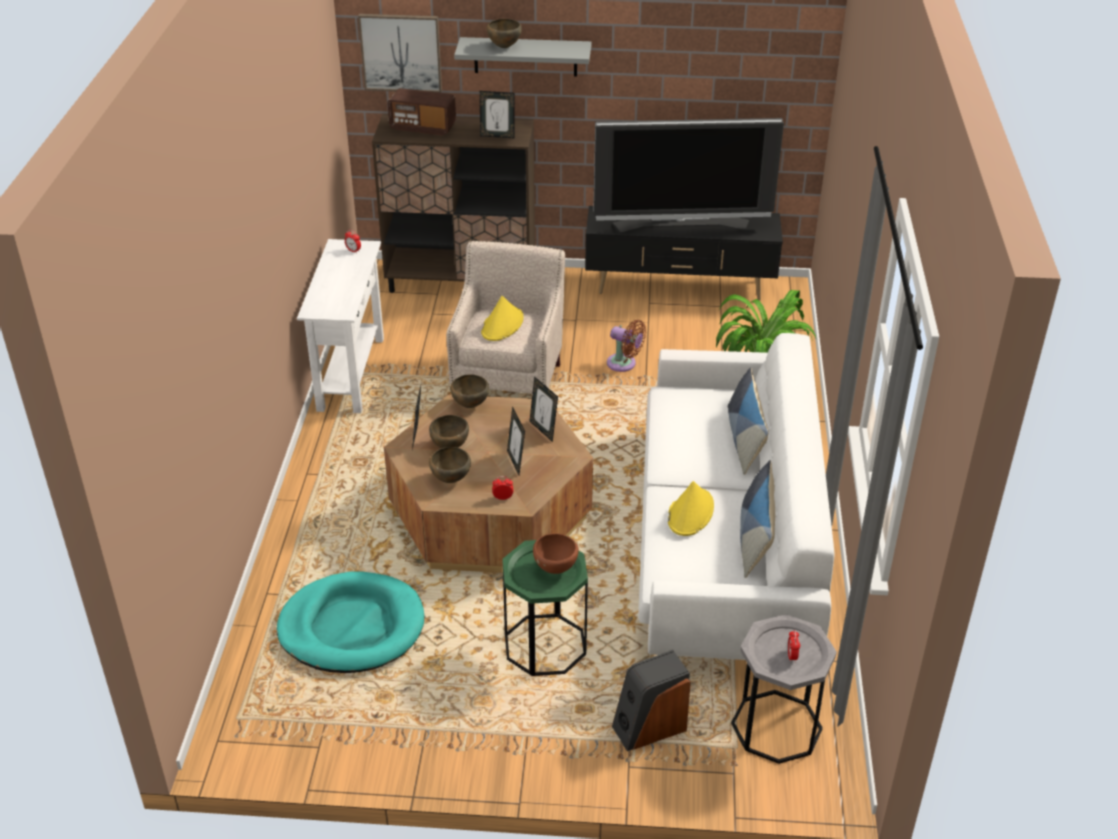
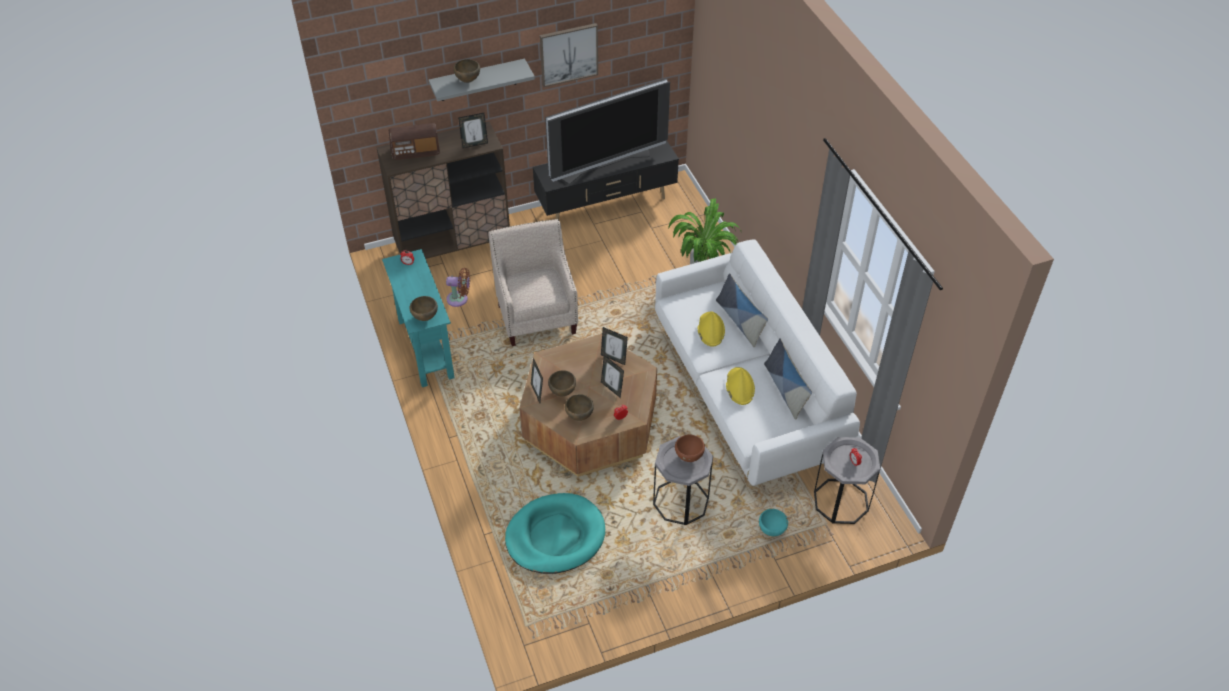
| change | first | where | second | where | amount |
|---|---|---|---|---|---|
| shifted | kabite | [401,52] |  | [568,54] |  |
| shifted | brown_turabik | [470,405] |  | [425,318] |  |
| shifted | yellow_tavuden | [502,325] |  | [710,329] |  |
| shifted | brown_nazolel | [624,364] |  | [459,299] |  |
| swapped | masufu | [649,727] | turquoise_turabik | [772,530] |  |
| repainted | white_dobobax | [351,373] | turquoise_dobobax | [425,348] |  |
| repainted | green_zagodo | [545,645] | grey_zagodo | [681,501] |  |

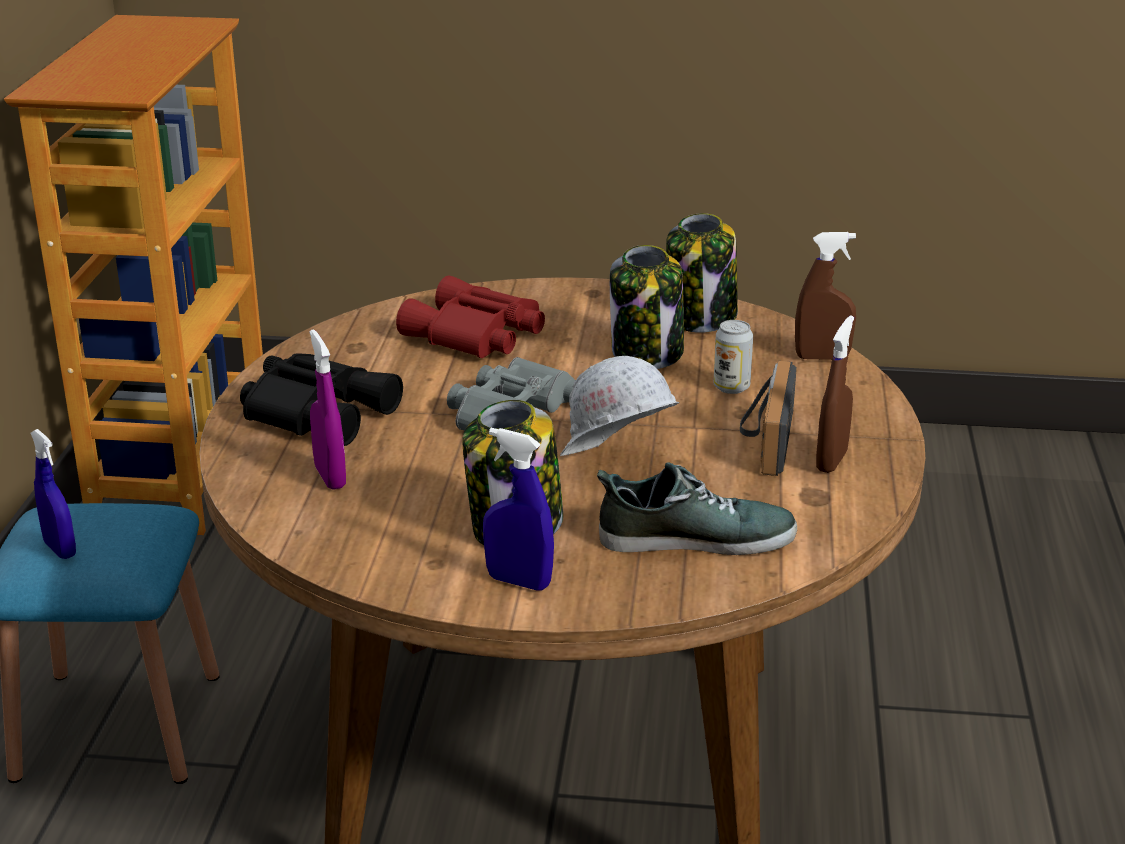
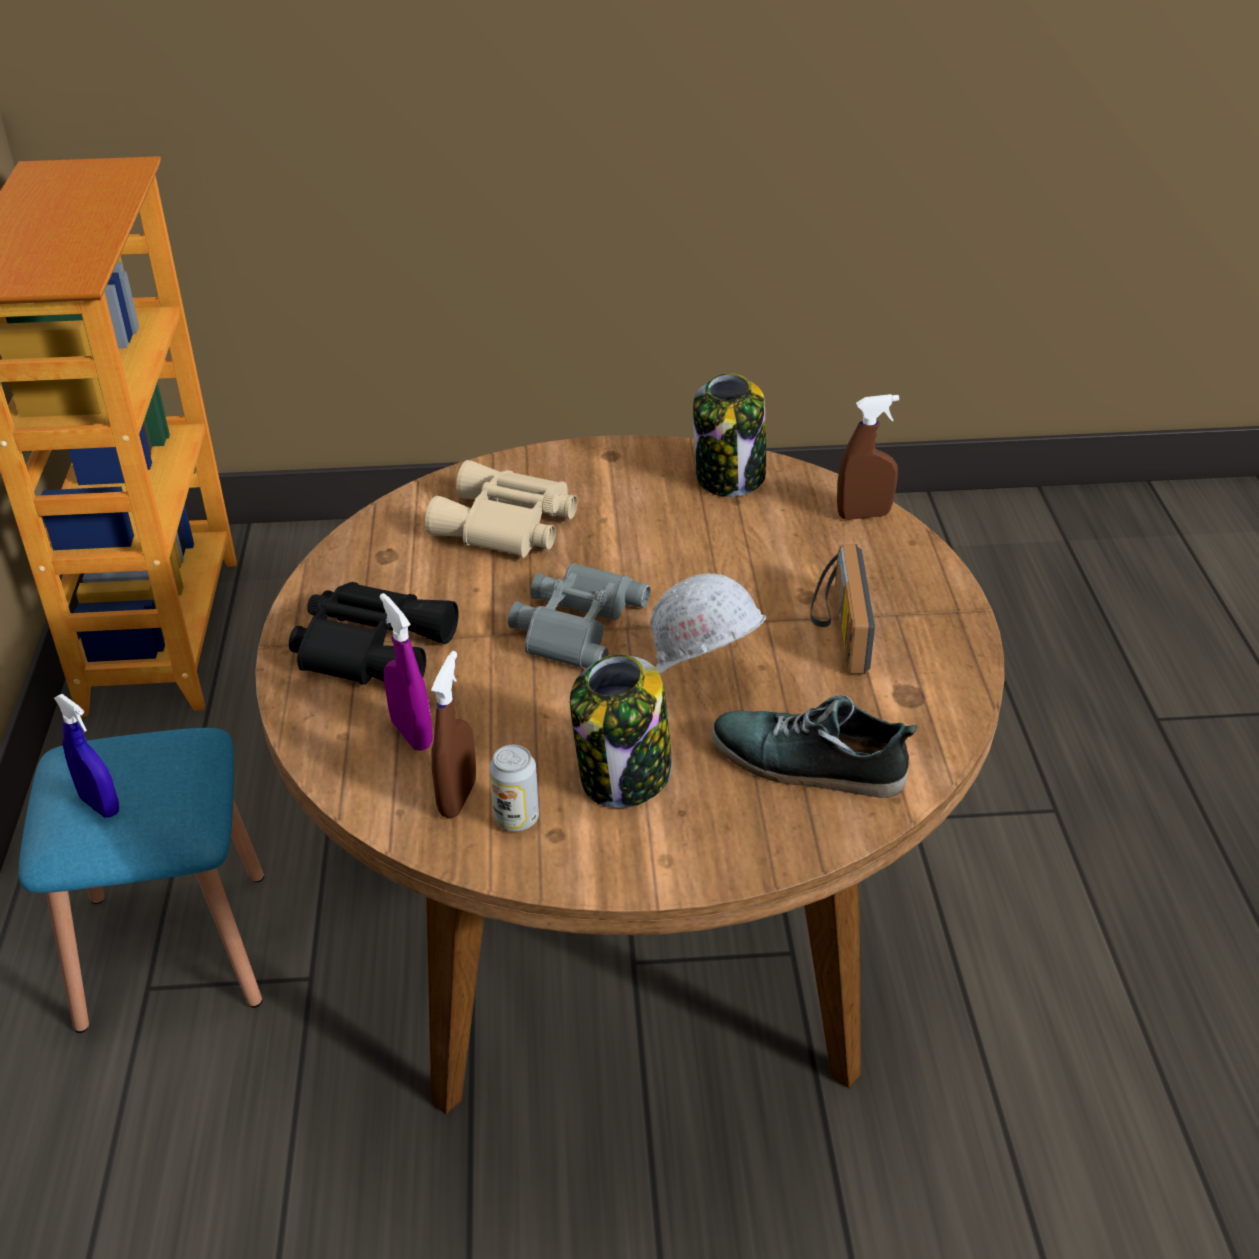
| change | first | where | second | where | amount |
|---|---|---|---|---|---|
| gone | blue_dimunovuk | [518,581] |  |  |  |
| gone | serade | [647,353] |  |  |  |
| shifted | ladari | [731,387] |  | [516,818] |  |
| shifted | brown_dimunovuk | [831,461] |  | [458,798] |  |
| repainted | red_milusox | [474,336] | beige_milusox | [506,526] |  |
| rotated | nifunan | [695,537] |  | [807,764] | 150 degrees counterclockwise |

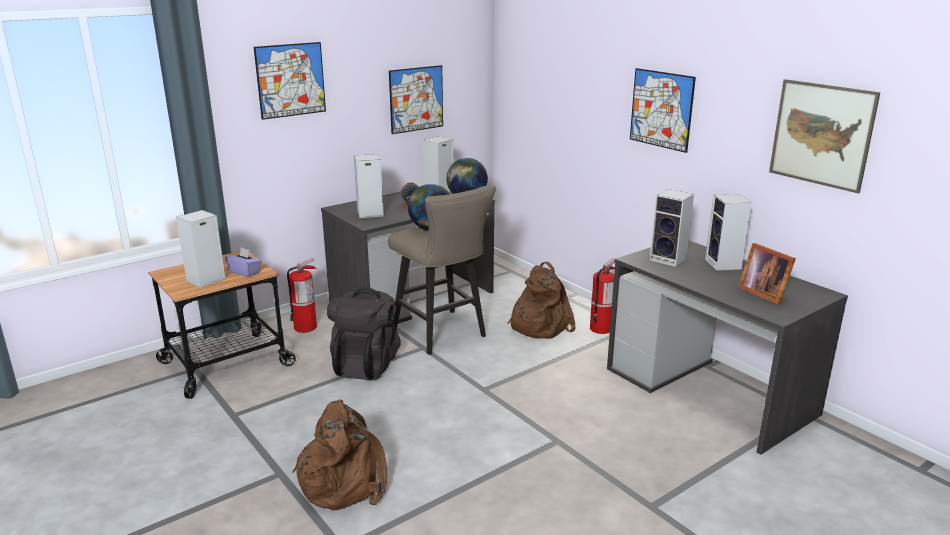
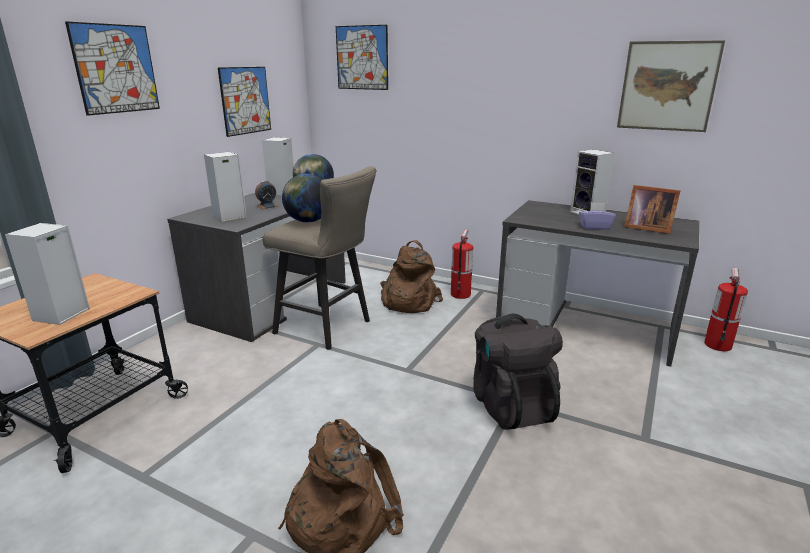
| change | first | where | second | where | amount |
|---|---|---|---|---|---|
| gone | masufu | [669,259] |  |  |  |
| shifted | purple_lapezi | [245,272] |  | [594,227] |  |
| shifted | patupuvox | [305,327] |  | [717,345] |  |
| shifted | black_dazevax | [366,364] |  | [510,405] |  |
| shifted | kabite | [661,109] |  | [362,58] |  |

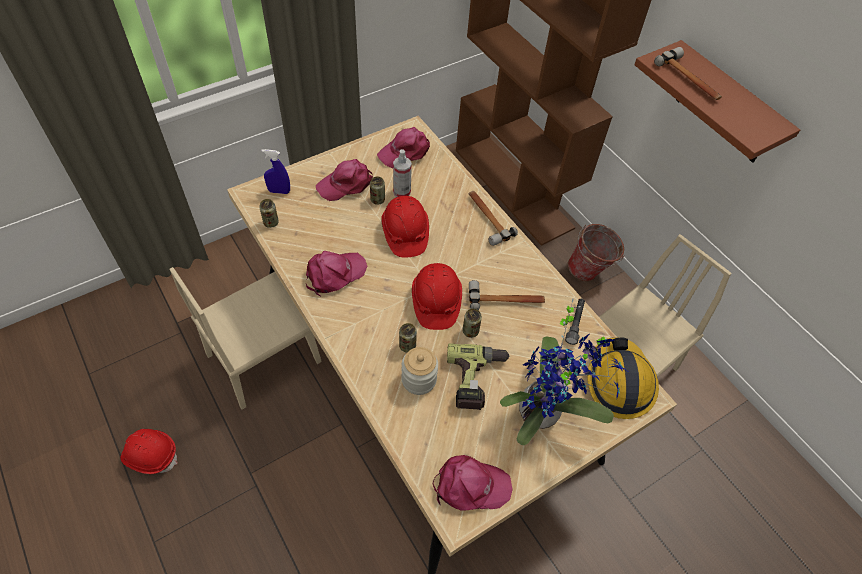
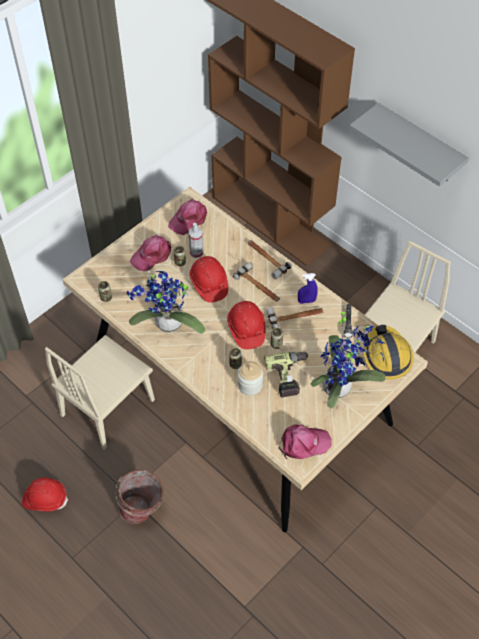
| change | first | where | second | where | amount |
|---|---|---|---|---|---|
| shifted | blue_dimunovuk | [279,191] |  | [306,301] |  |
| shifted | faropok | [589,272] |  | [143,511] |  |
| shifted | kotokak | [690,79] |  | [259,286] |  |
| swapped | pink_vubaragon | [334,274] | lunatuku | [167,325] |  |
| repainted | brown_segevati | [725,106] | grey_segevati | [419,145] |  |

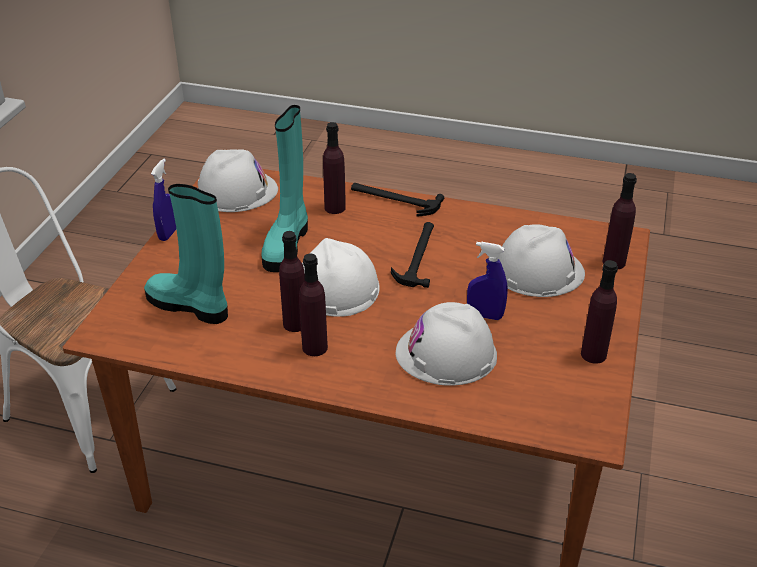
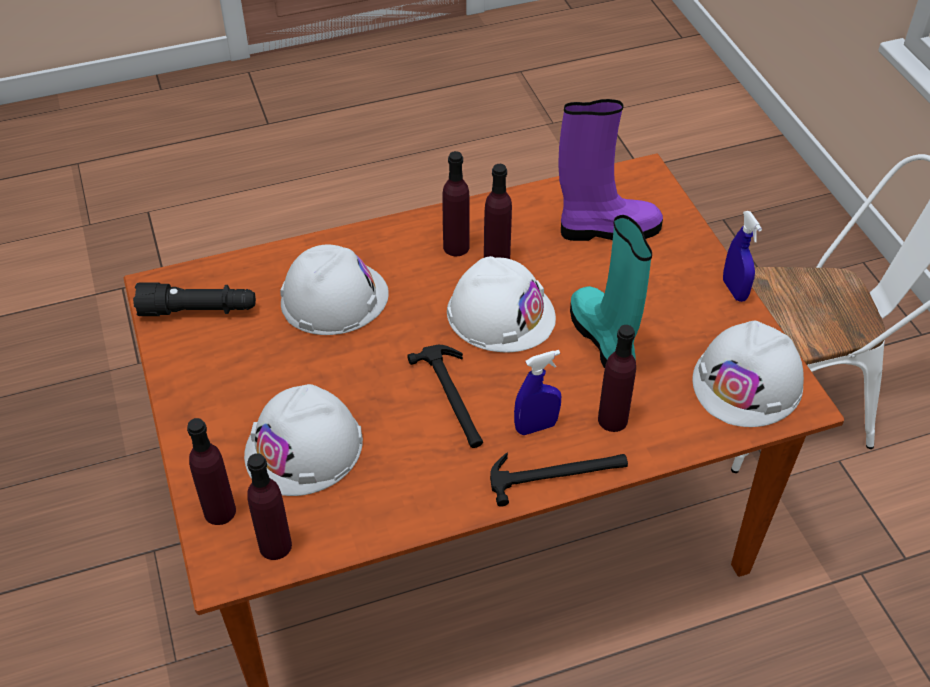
| change | first | where | second | where | amount |
|---|---|---|---|---|---|
| new |  |  | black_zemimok | [199,310] |  |
| shifted | blue_dimunovuk | [485,315] |  | [536,427] |  |
| shifted | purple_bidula | [593,354] |  | [275,545] |  |
| repainted | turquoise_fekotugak | [190,306] | purple_fekotugak | [606,230] |  |

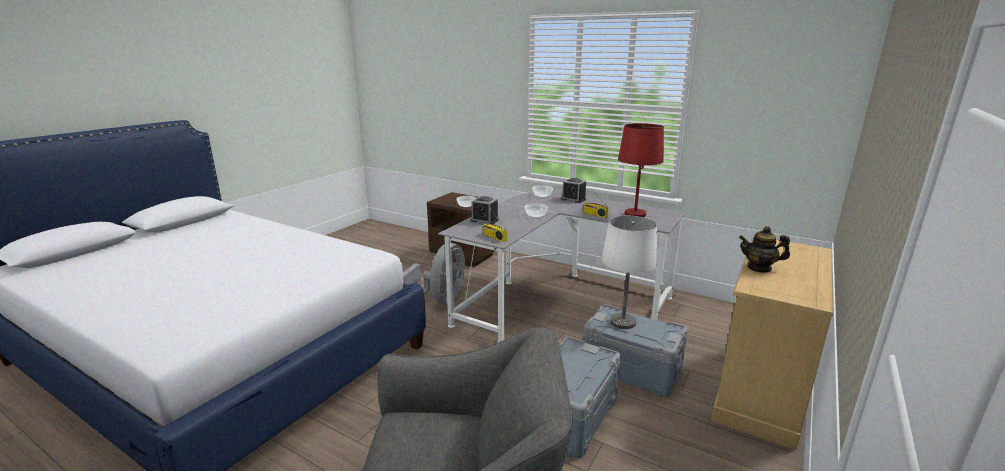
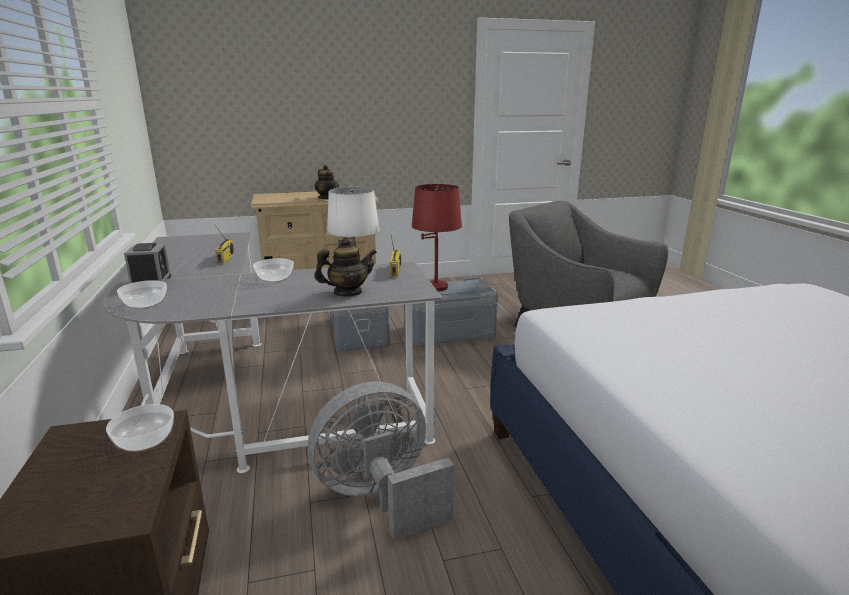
| change | first | where | second | where | amount |
|---|---|---|---|---|---|
| shifted | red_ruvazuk | [635,214] |  | [436,287] |  |
| swapped | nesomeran | [484,220] | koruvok | [347,293] |  |

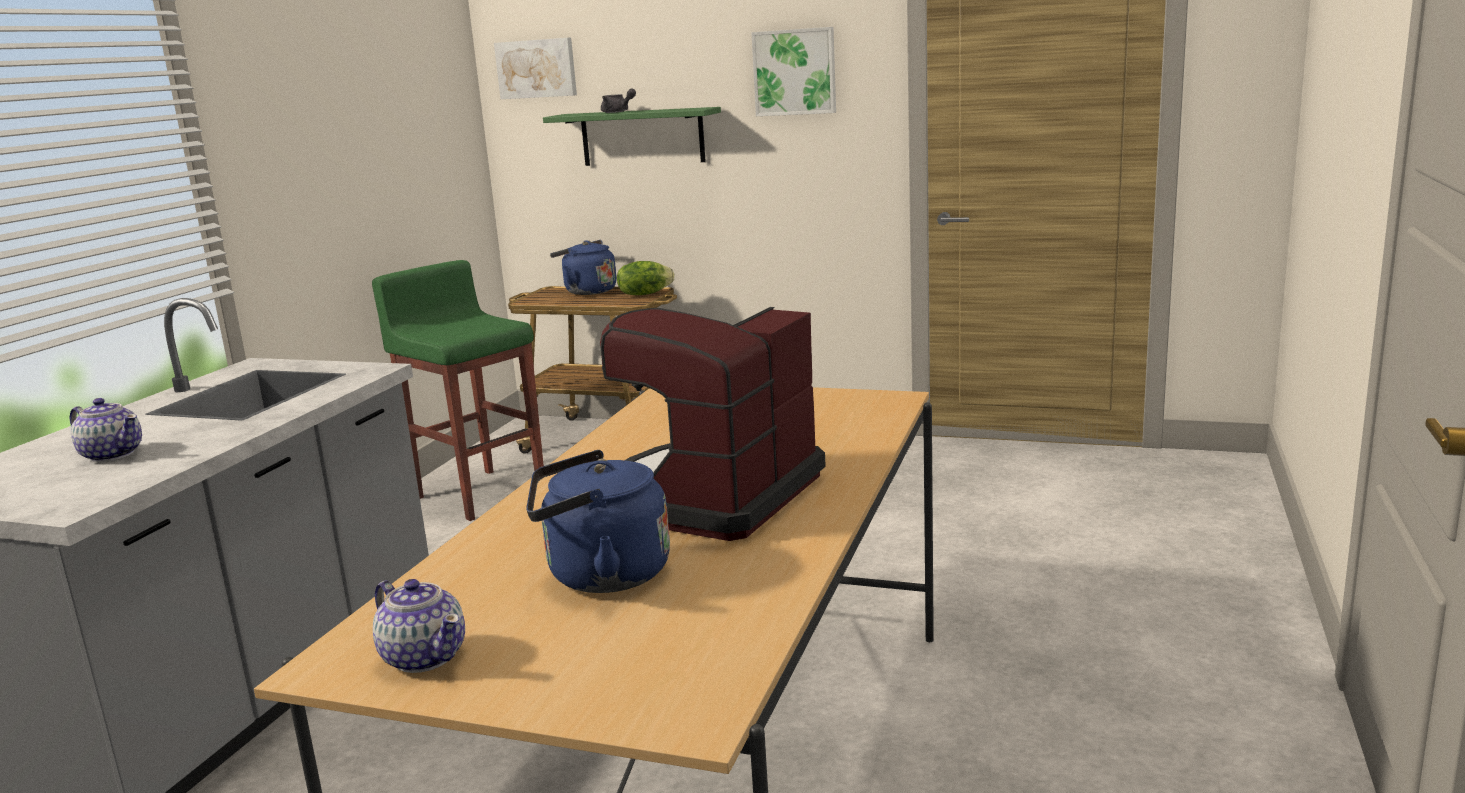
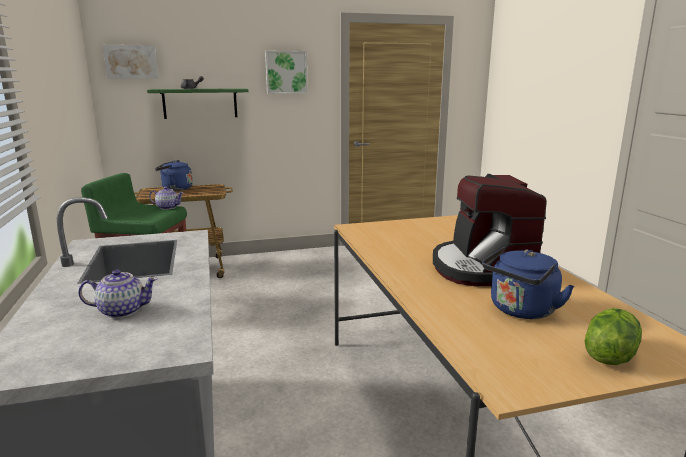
| change | first | where | second | where | amount |
|---|---|---|---|---|---|
| shifted | koruvok | [424,656] |  | [167,207] |  |
| shifted | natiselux | [644,294] |  | [609,355] |  |

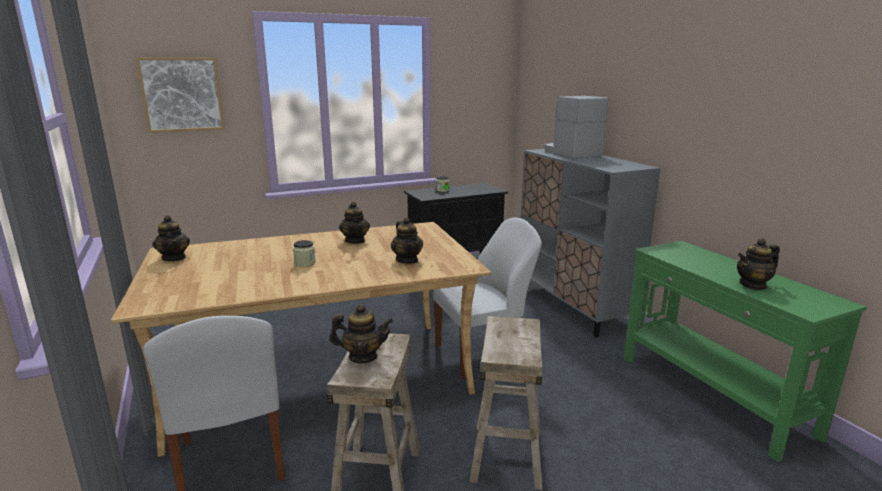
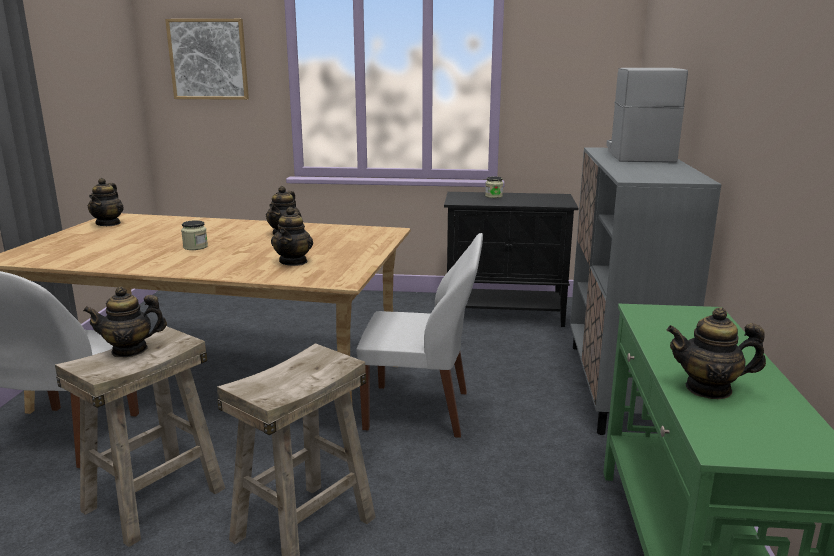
| change | first | where | second | where | amount |
|---|---|---|---|---|---|
| rotated | koruvok | [363,357] |  | [130,350] | 135 degrees clockwise |

